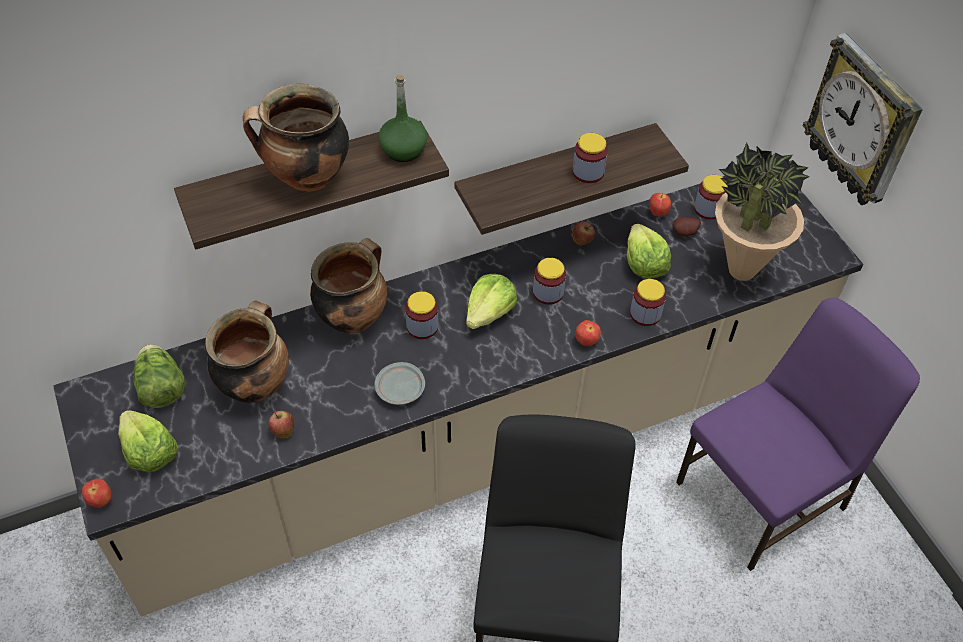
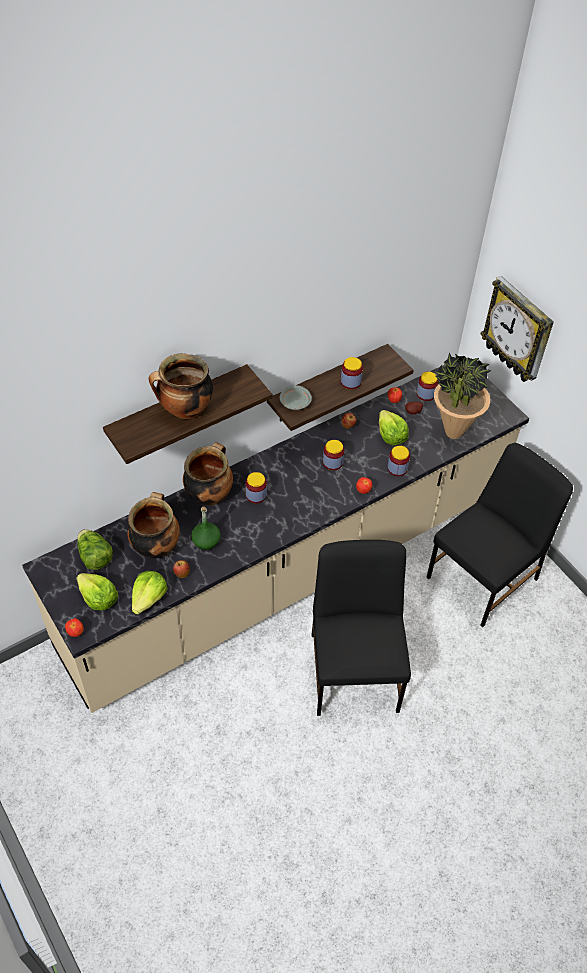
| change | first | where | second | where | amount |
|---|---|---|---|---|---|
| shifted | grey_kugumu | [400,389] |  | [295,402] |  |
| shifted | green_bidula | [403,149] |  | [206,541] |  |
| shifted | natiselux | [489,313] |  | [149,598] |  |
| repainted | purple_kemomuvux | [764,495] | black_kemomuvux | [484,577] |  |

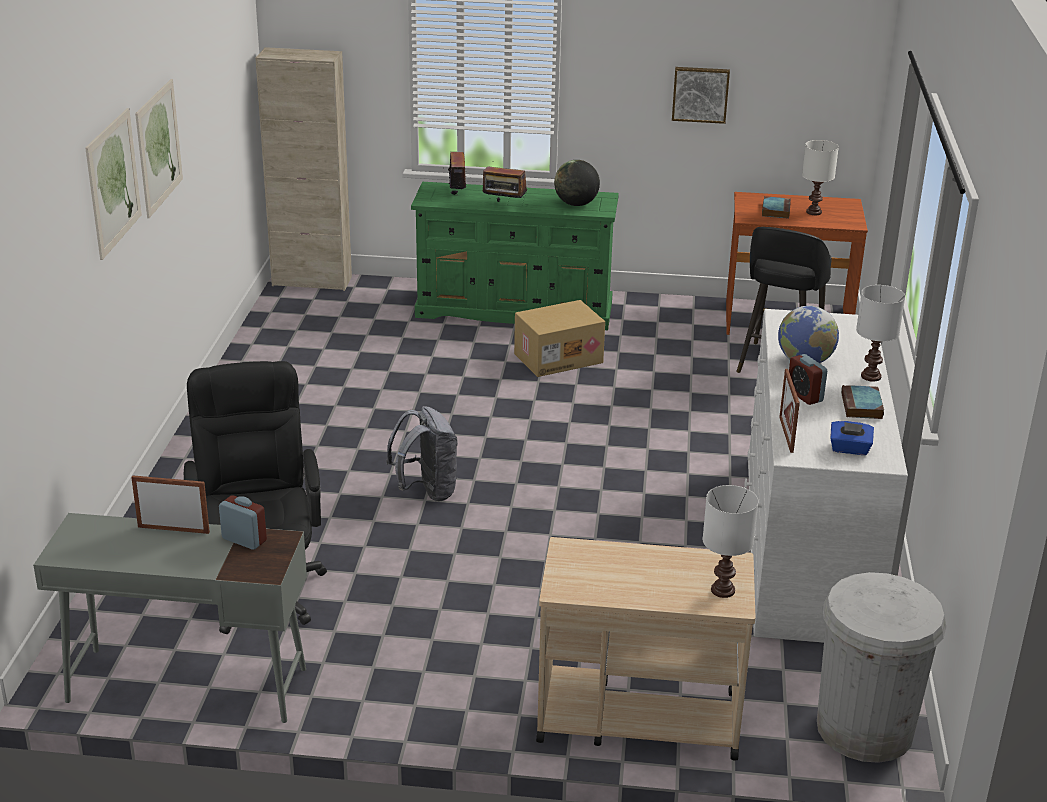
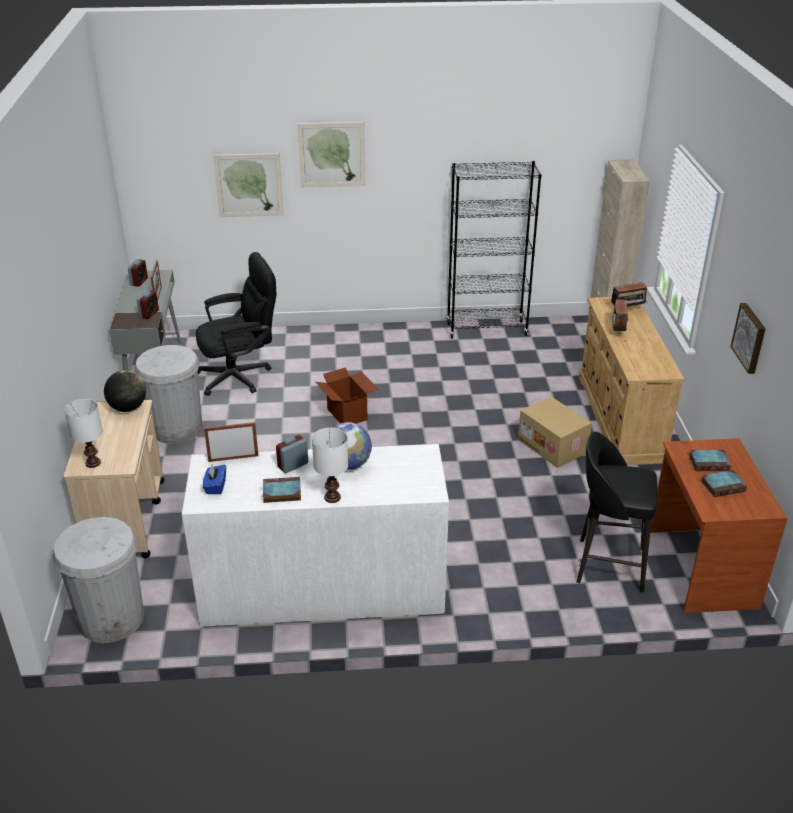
| change | first | where | second | where | amount |
|---|---|---|---|---|---|
| new |  |  | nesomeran | [139,282] |  |
| new |  |  | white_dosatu | [176,429] |  |
| new |  |  | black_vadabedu | [487,329] |  |
| shifted | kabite | [159,147] |  | [249,185] |  |
| shifted | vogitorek | [576,204] |  | [128,408] |  |
| swapped | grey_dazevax | [426,491] | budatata | [347,414] |  |
| swapped | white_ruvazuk | [813,212] | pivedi | [723,486] |  |
| repainted | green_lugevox | [515,310] | beige_lugevox | [620,418] |  |

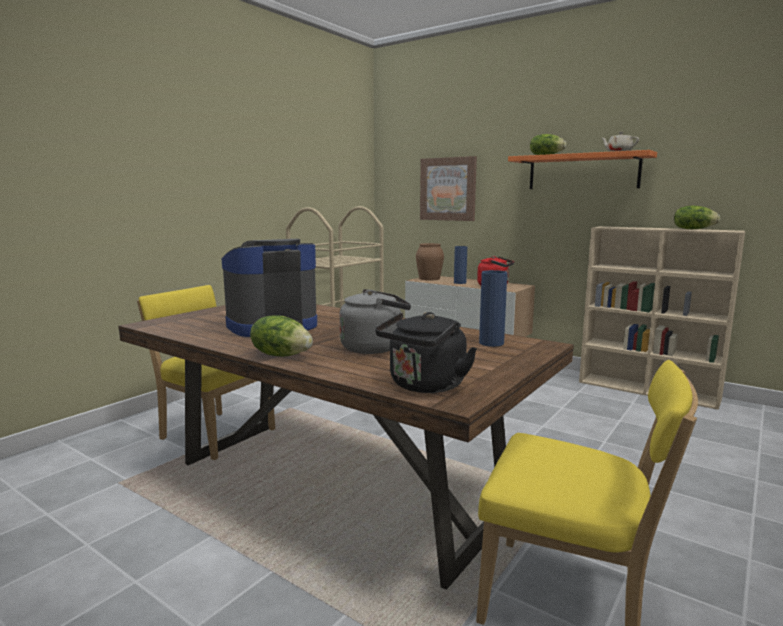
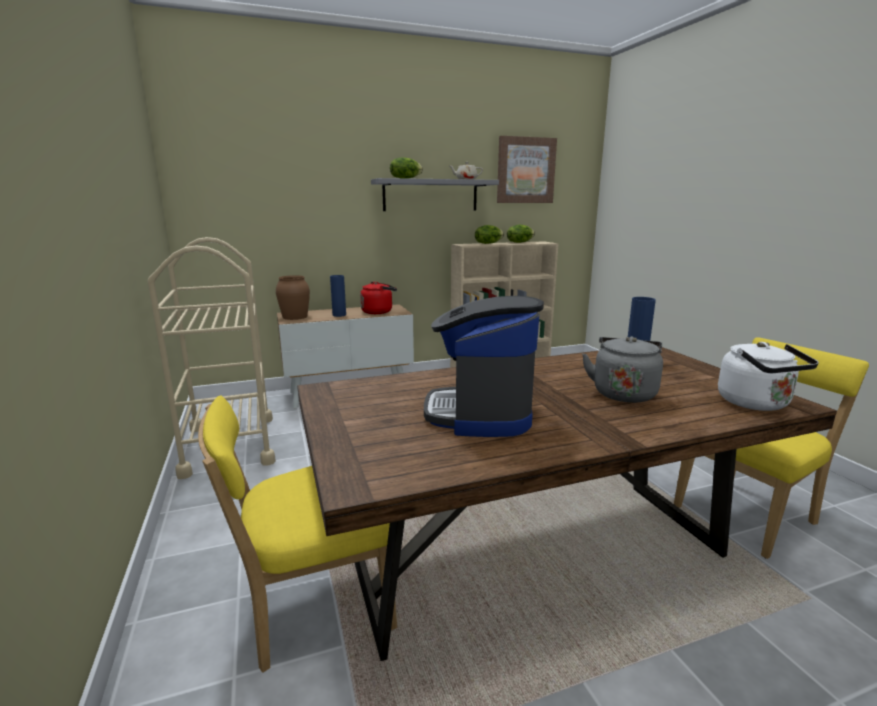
| change | first | where | second | where | amount |
|---|---|---|---|---|---|
| shifted | natiselux | [281,355] |  | [488,243] |  |
| shifted | kabite | [448,189] |  | [525,170] |  |
| repainted | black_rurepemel | [424,386] | white_rurepemel | [756,404] |  |
| repainted | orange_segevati | [583,172] | grey_segevati | [430,195] |  |

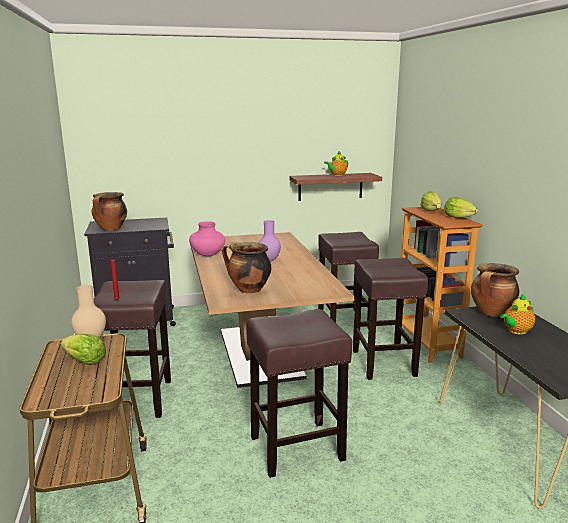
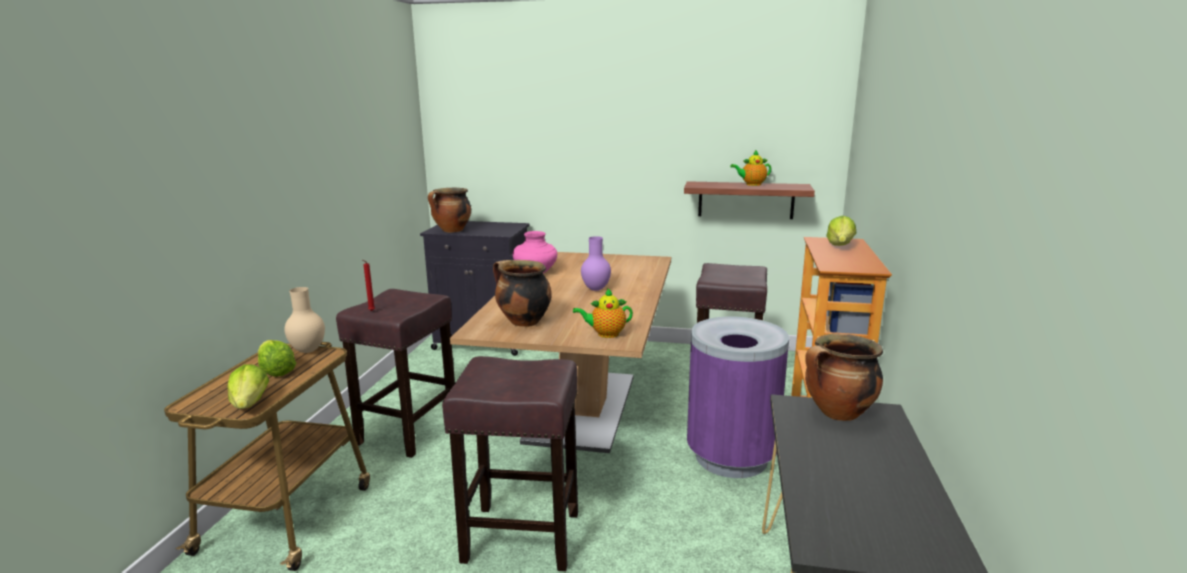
| change | first | where | second | where | amount |
|---|---|---|---|---|---|
| shifted | natiselux | [458,217] |  | [250,404] |  |
| shifted | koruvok | [516,331] |  | [605,334] |  |
| swapped | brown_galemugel | [384,363] | purple_dosatu | [731,457] |  |

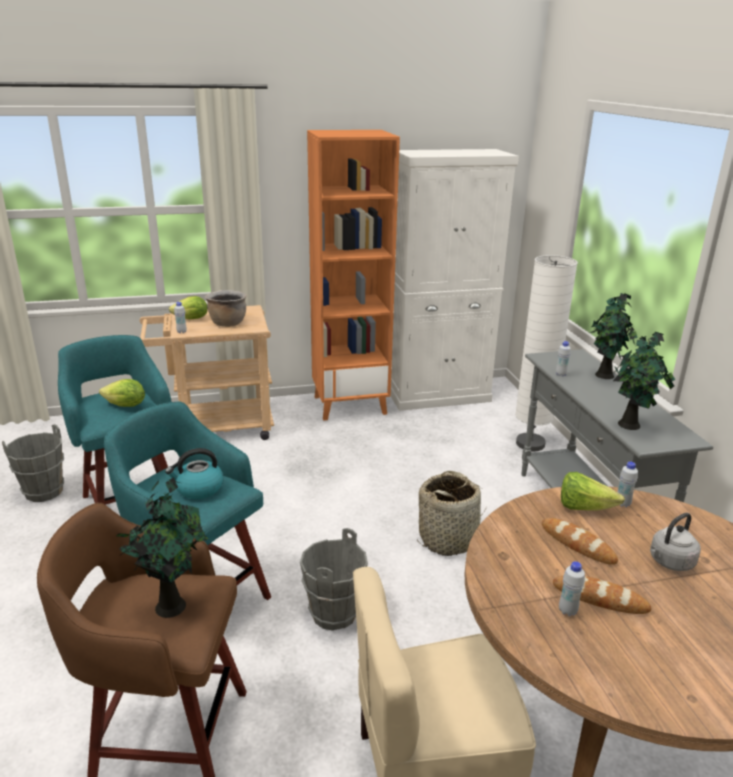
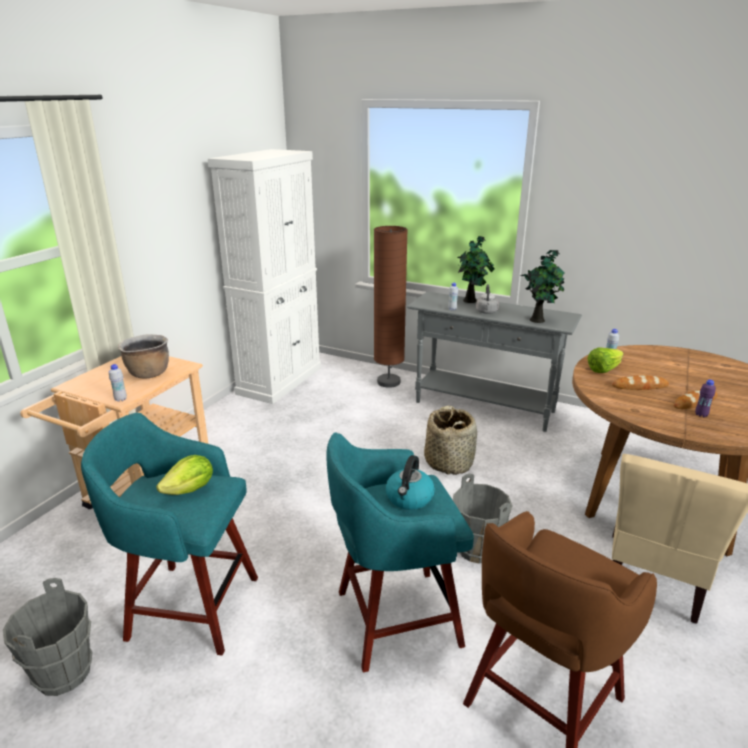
| change | first | where | second | where | amount |
|---|---|---|---|---|---|
| gone | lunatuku | [172,604] |  |  |  |
| gone | natiselux | [191,319] |  |  |  |
| gone | orange_vadabedu | [350,405] |  |  |  |
| shifted | grey_rurepemel | [669,562] |  | [486,312] |  |
| repainted | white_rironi | [530,444] | brown_rironi | [388,382] |  |
| repainted | white_bidula | [567,611] | purple_bidula | [701,415] |  |

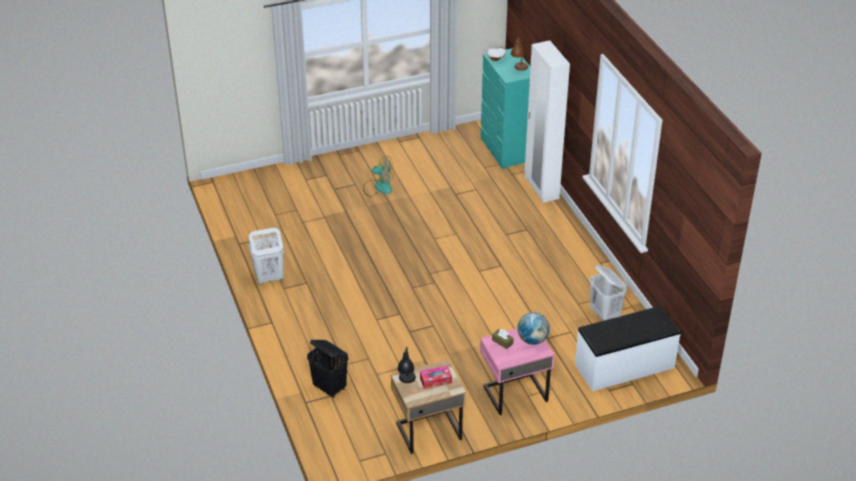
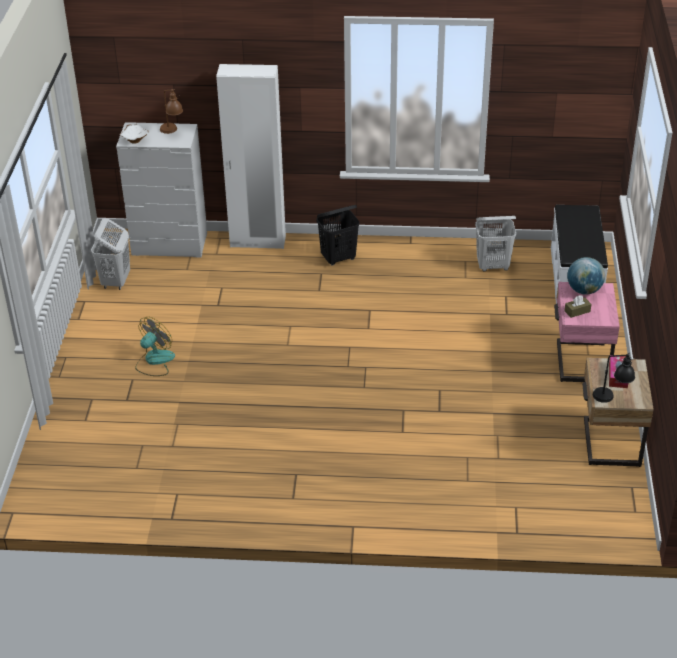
| change | first | where | second | where | amount |
|---|---|---|---|---|---|
| shifted | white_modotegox | [268,278] |  | [115,281] |  |
| shifted | black_modotegox | [330,388] |  | [339,258] |  |
| repainted | turquoise_lugevox | [506,151] | white_lugevox | [170,245] |  |

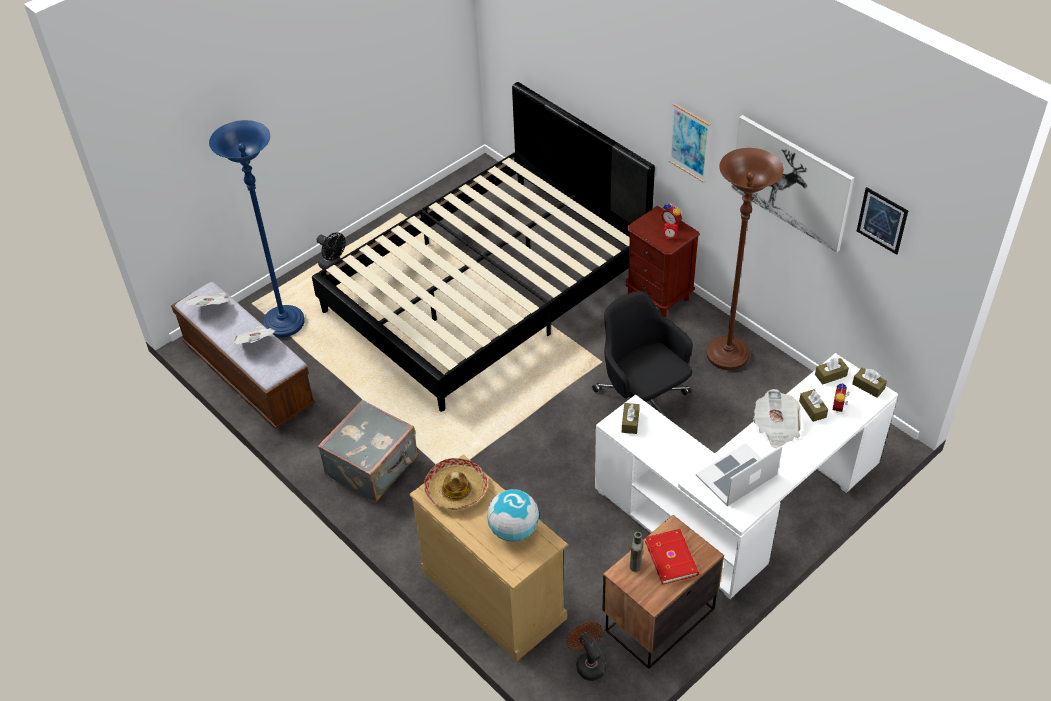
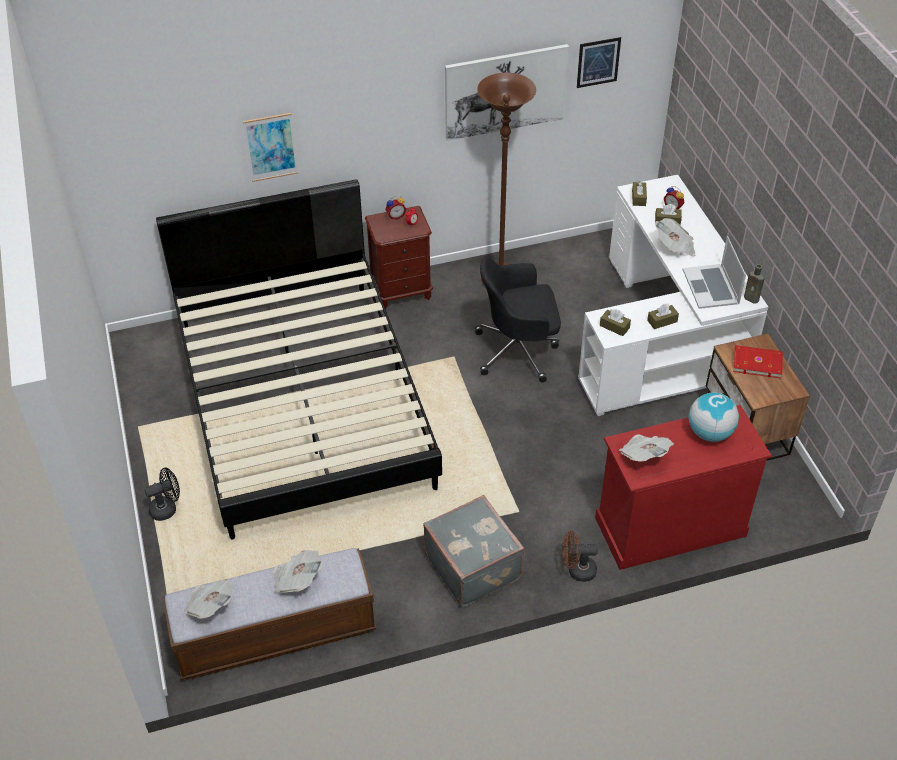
| change | first | where | second | where | amount |
|---|---|---|---|---|---|
| gone | blue_rironi | [284,323] |  |  |  |
| shifted | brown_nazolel | [588,663] |  | [577,570] |  |
| shifted | brown_bidula | [635,565] |  | [752,299] |  |
| shifted | kabite | [689,143] |  | [271,147] |  |
| shifted | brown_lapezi | [868,386] |  | [662,321] |  |
| swapped | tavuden | [456,489] | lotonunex | [644,455] |  |
| repainted | beige_lugevox | [494,594] | red_lugevox | [669,526] |  |

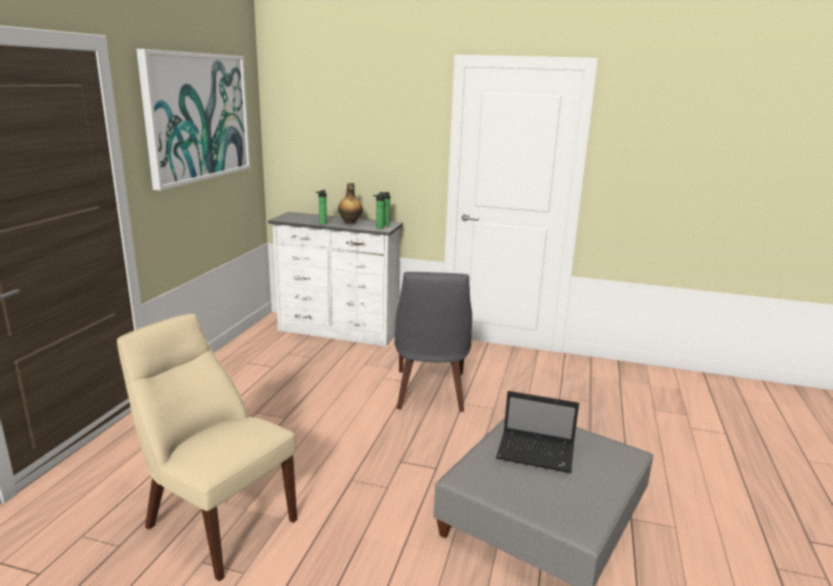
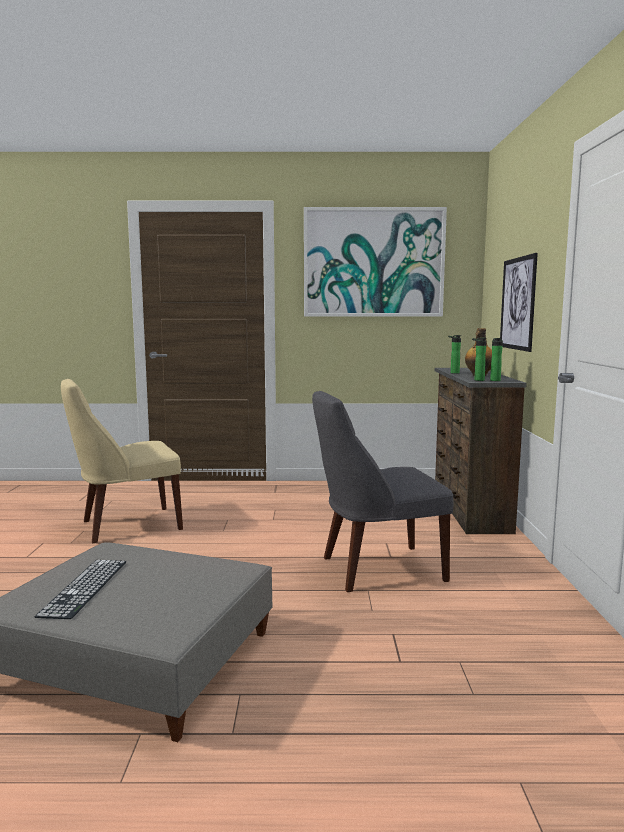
| change | first | where | second | where | amount |
|---|---|---|---|---|---|
| gone | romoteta | [537,453] |  |  |  |
| new |  |  | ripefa | [85,587] |  |
| new |  |  | kabite | [517,303] |  |
| repainted | white_lugevox | [338,332] | brown_lugevox | [468,509] |  |
| rotated | beige_kemomuvux | [216,521] |  | [126,525] | 135 degrees counterclockwise |

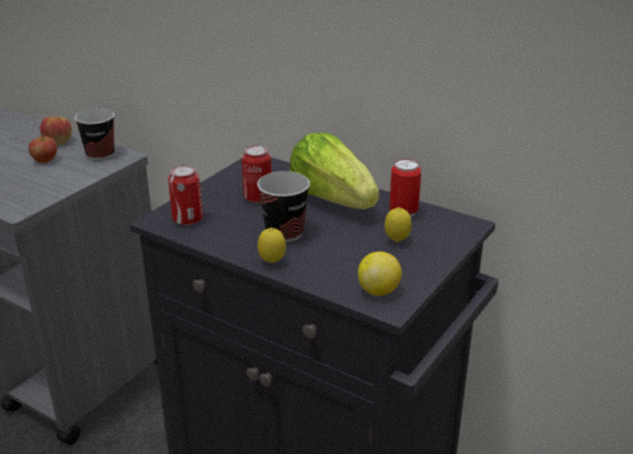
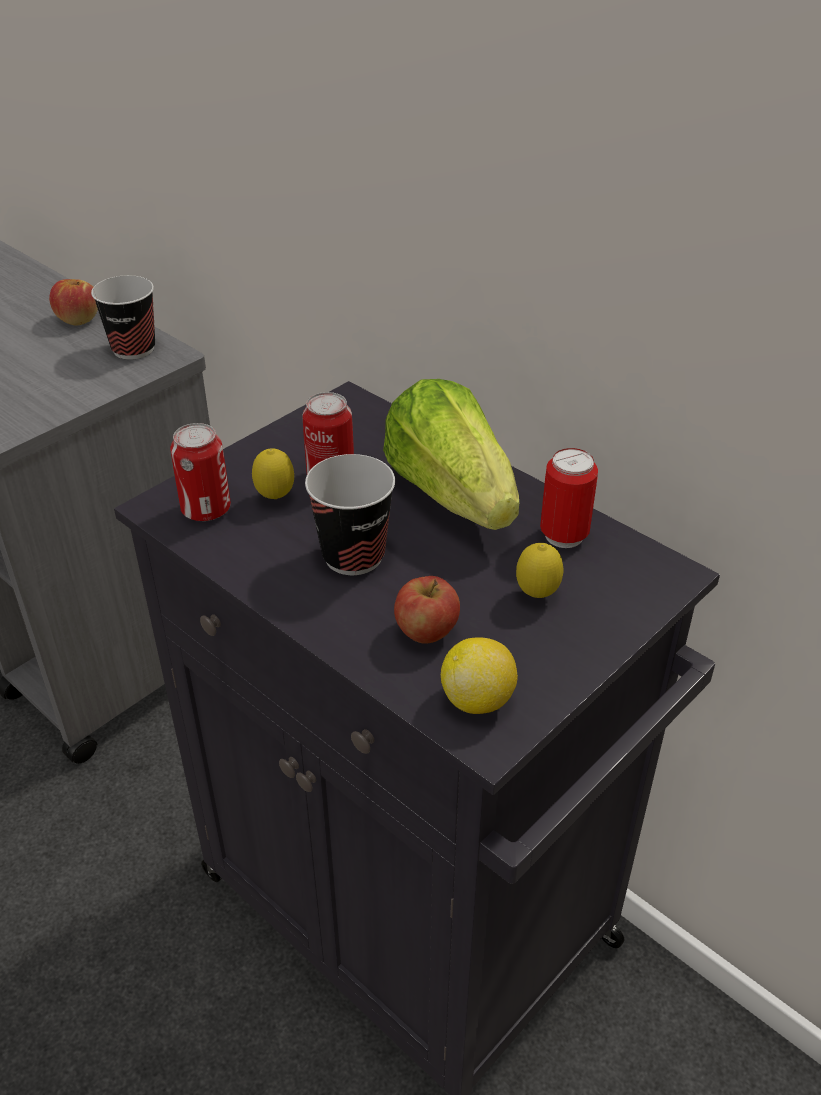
| change | first | where | second | where | amount |
|---|---|---|---|---|---|
| shifted | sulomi | [45,161] |  | [426,632] |  |
| shifted | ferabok | [272,262] |  | [275,498] |  |

